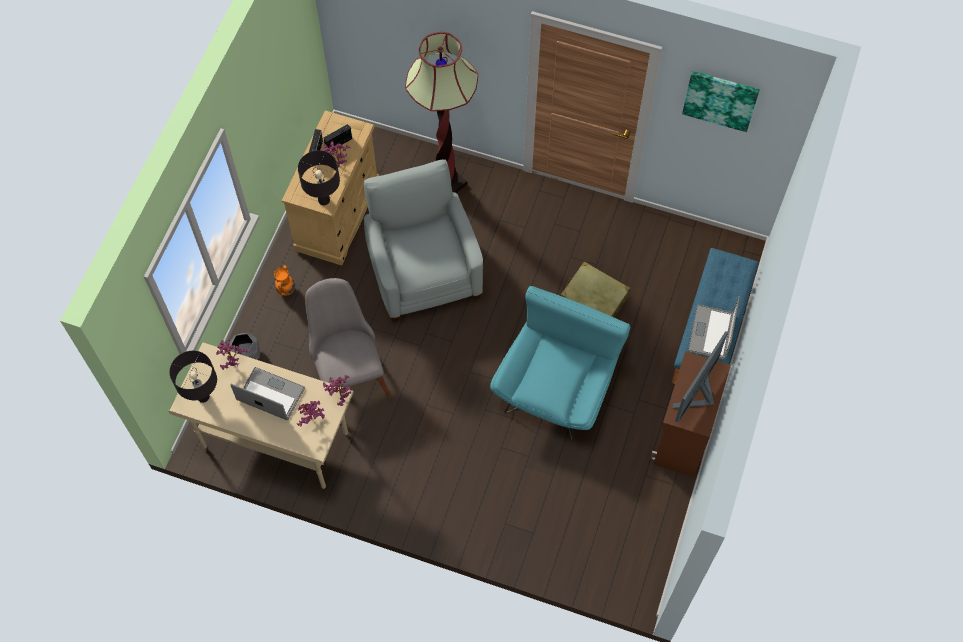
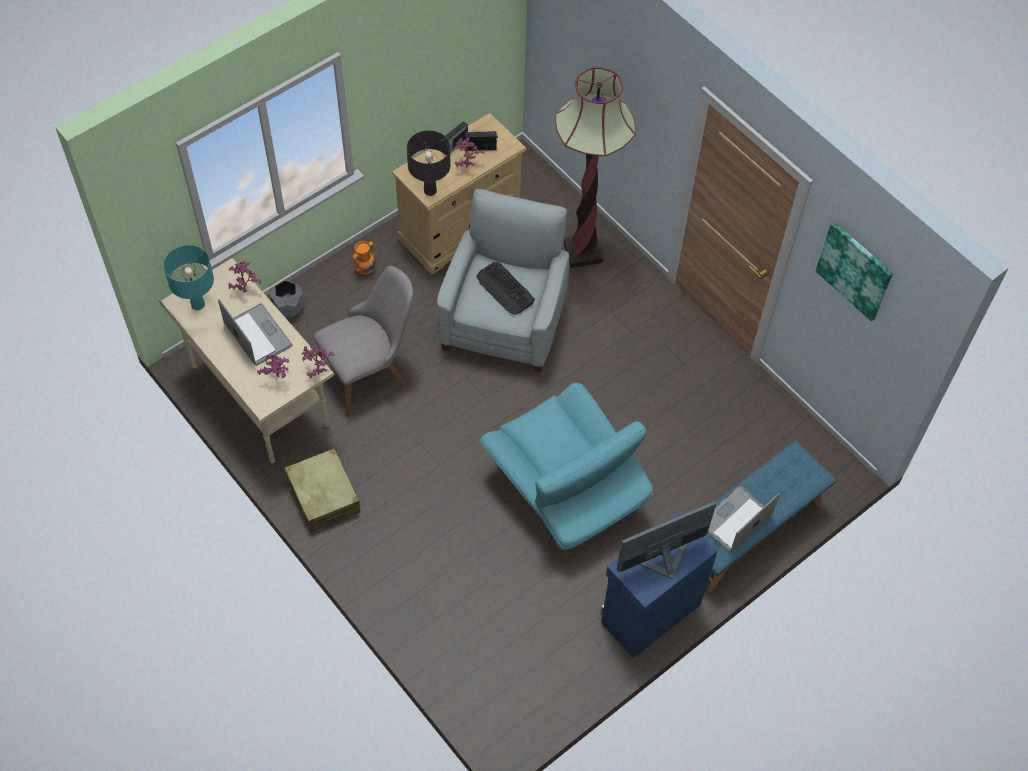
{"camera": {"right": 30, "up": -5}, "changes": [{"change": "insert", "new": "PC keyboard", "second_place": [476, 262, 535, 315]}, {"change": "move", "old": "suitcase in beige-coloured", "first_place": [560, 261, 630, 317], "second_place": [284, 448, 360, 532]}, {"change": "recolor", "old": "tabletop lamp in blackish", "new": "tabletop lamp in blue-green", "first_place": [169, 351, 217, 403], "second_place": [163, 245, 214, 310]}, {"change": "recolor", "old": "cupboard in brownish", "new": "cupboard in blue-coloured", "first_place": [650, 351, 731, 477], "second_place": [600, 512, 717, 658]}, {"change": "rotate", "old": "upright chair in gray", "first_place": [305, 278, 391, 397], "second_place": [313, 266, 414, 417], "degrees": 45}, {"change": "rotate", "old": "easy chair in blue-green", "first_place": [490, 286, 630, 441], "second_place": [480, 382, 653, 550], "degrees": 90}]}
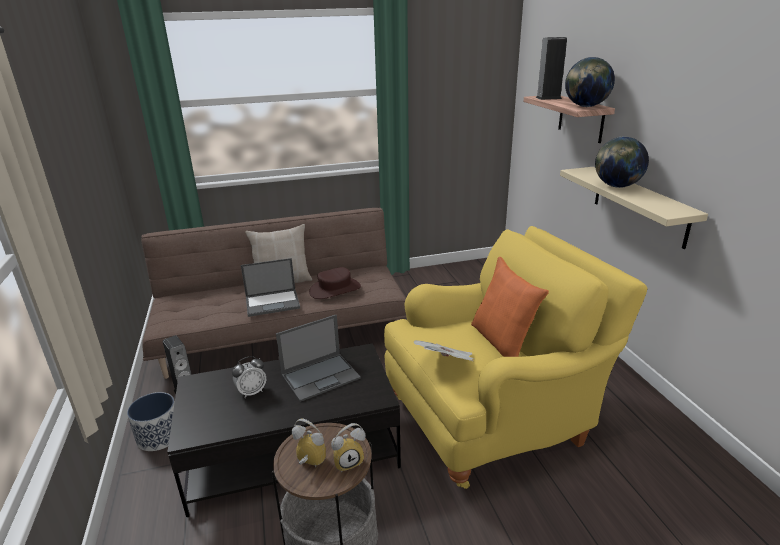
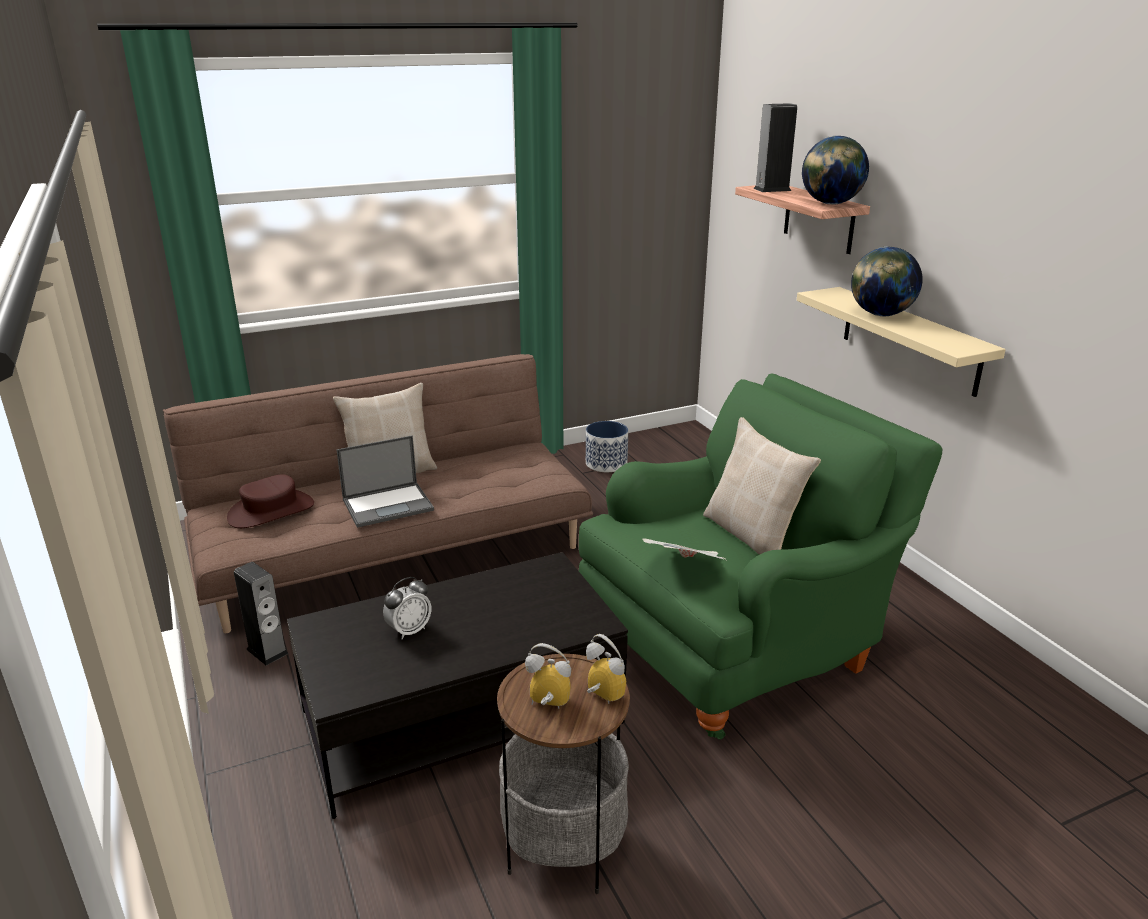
{"camera": {"right": -10, "up": 0}, "changes": [{"change": "delete", "old": "laptop", "first_place": [276, 315, 361, 402]}, {"change": "move", "old": "flower pot", "first_place": [127, 392, 175, 451], "second_place": [586, 421, 628, 472]}, {"change": "move", "old": "hat in brownish", "first_place": [309, 267, 361, 299], "second_place": [227, 475, 314, 528]}, {"change": "recolor", "old": "easy chair in yellow", "new": "easy chair in green-coloured", "first_place": [384, 226, 647, 489], "second_place": [579, 373, 942, 739]}, {"change": "recolor", "old": "throw pillow in orangey", "new": "throw pillow in beige-coloured", "first_place": [471, 257, 549, 357], "second_place": [703, 417, 821, 555]}, {"change": "rotate", "old": "alarm clock", "first_place": [331, 423, 365, 472], "second_place": [586, 634, 626, 704], "degrees": -105}]}
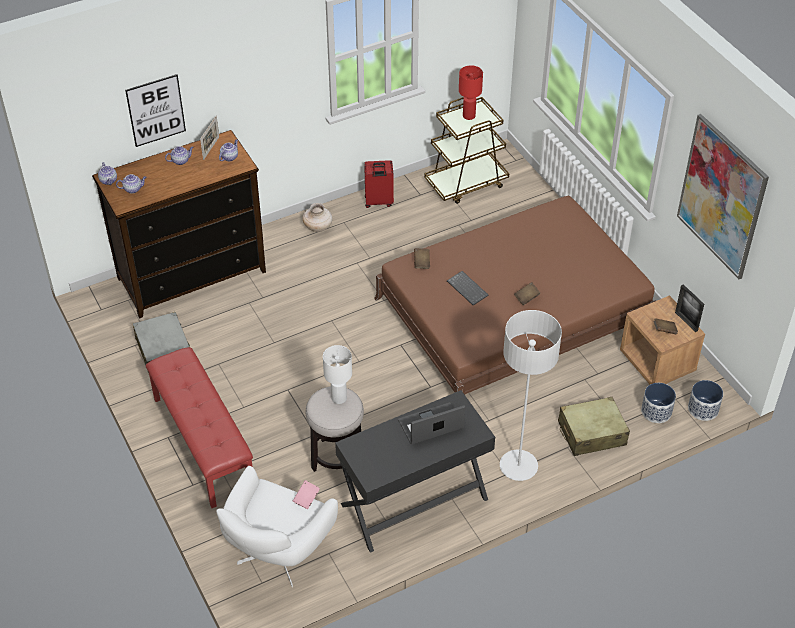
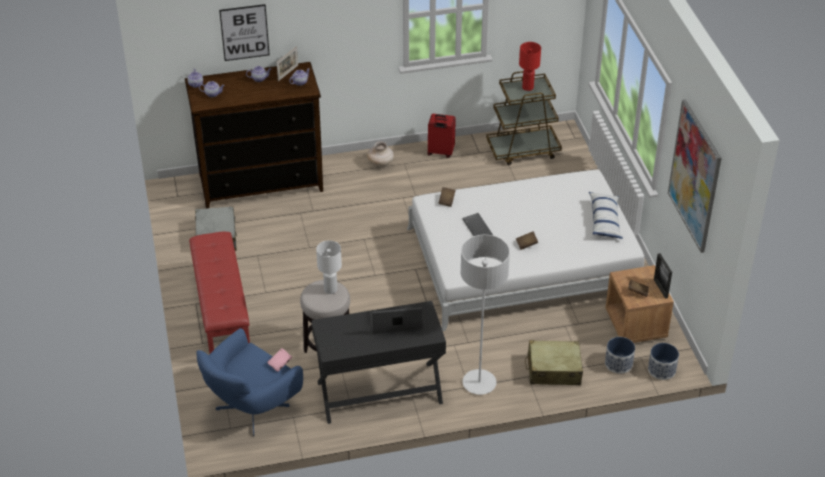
{"camera": {"right": 15, "up": -5}, "changes": [{"change": "insert", "new": "throw pillow", "second_place": [589, 192, 623, 239]}, {"change": "recolor", "old": "easy chair in white-coloured", "new": "easy chair in blue-coloured", "first_place": [216, 466, 338, 587], "second_place": [196, 328, 303, 436]}, {"change": "recolor", "old": "sleeping bed in brownish", "new": "sleeping bed in white-coloured", "first_place": [374, 196, 656, 395], "second_place": [407, 170, 645, 331]}]}
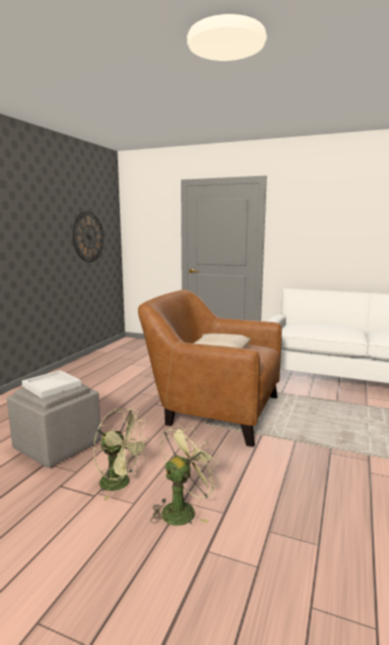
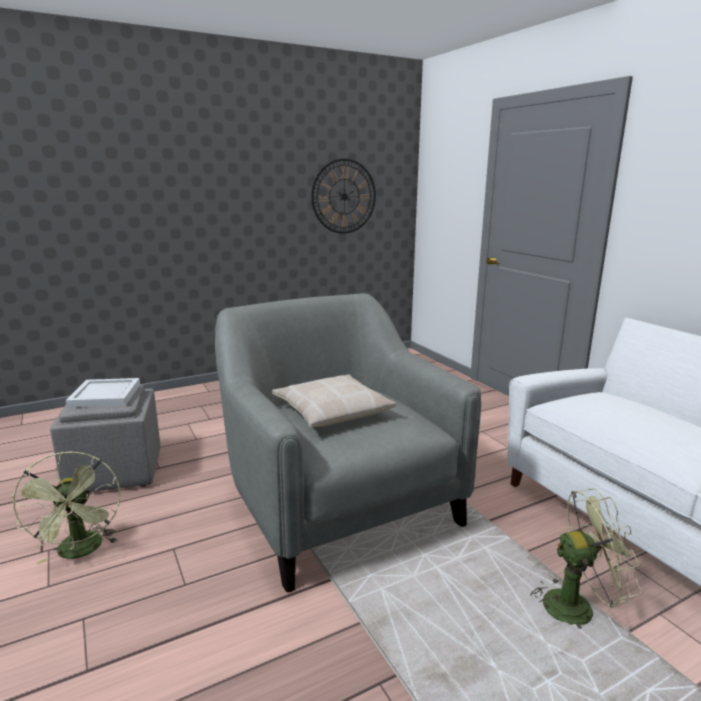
{"camera": {"right": 40, "up": 5}, "changes": [{"change": "move", "old": "electric fan in green-coloured", "first_place": [151, 425, 222, 526], "second_place": [531, 488, 642, 629]}, {"change": "recolor", "old": "easy chair in brownish", "new": "easy chair in gray", "first_place": [138, 290, 282, 447], "second_place": [215, 293, 481, 593]}]}
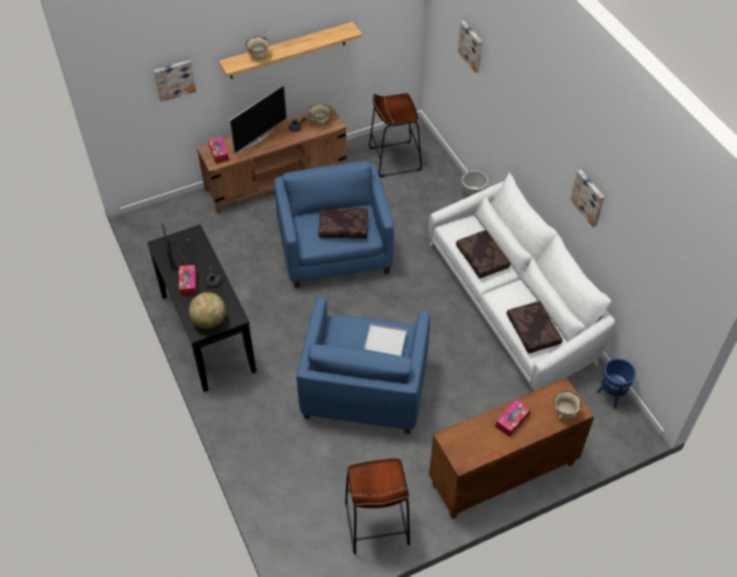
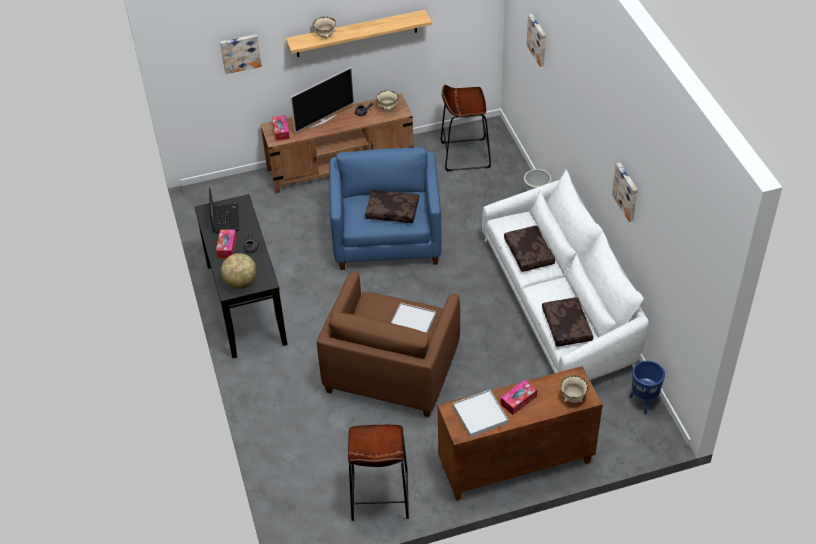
{"camera": {"right": 10, "up": -5}, "changes": [{"change": "insert", "new": "carrying tray in white-coloured", "second_place": [453, 390, 508, 438]}, {"change": "recolor", "old": "easy chair in blue-coloured", "new": "easy chair in brownish", "first_place": [297, 297, 430, 434], "second_place": [317, 272, 460, 417]}]}
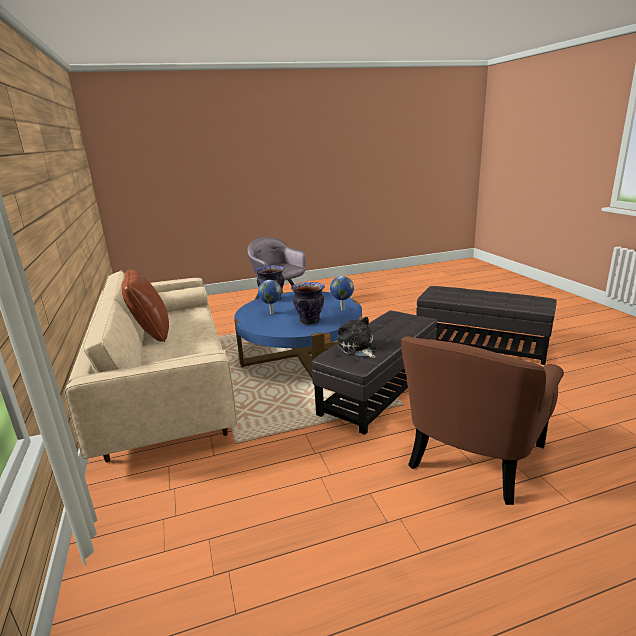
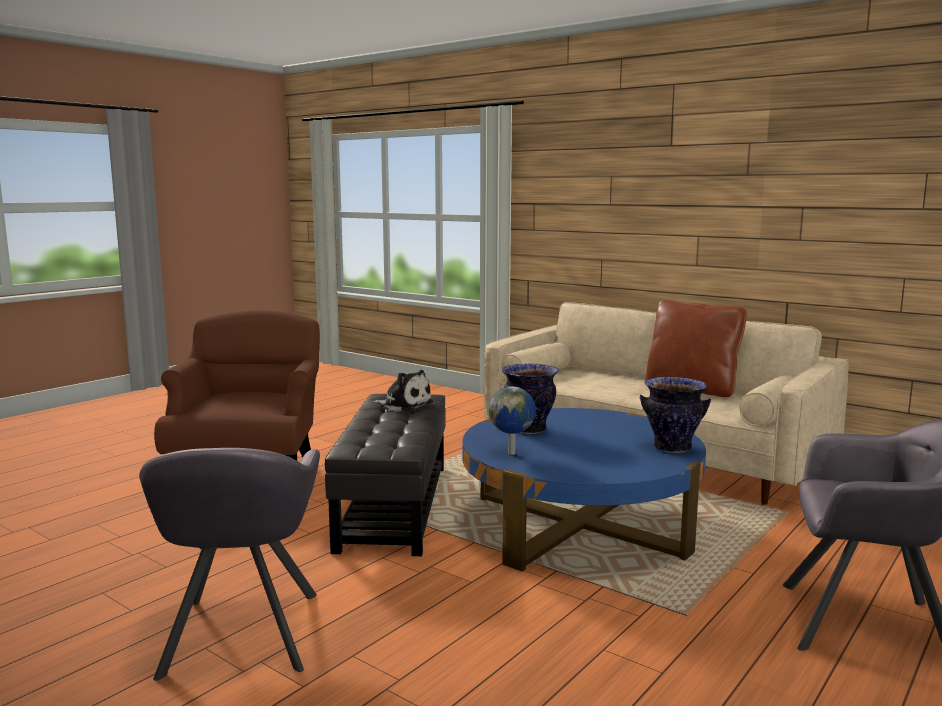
{"camera": {"right": 145, "up": -10}, "changes": [{"change": "delete", "old": "desk globe", "first_place": [258, 280, 282, 314]}, {"change": "replace", "old": "pouffe in blackish", "new": "easy chair in gray", "first_place": [416, 286, 557, 365], "second_place": [139, 448, 320, 681]}]}
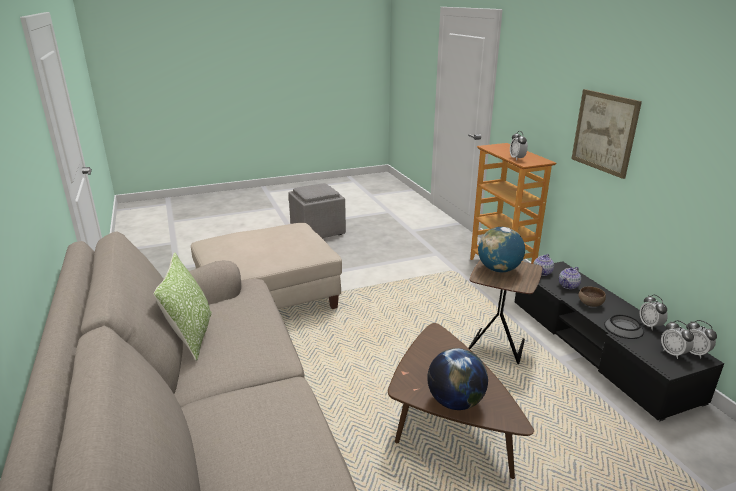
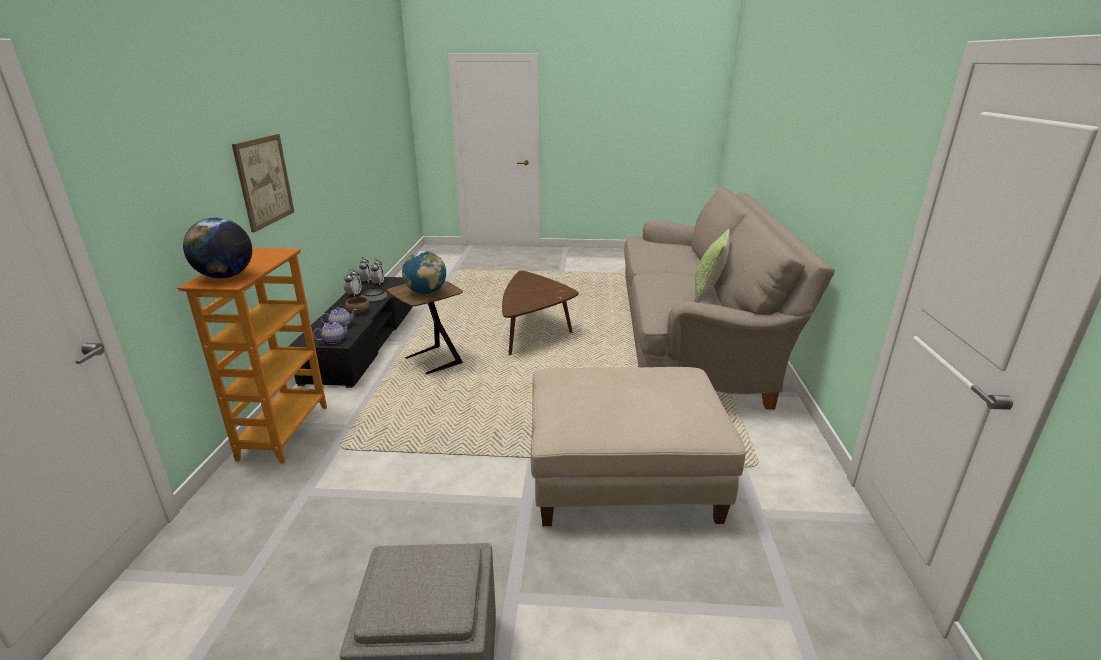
{"camera": {"right": -155, "up": 0}, "changes": [{"change": "delete", "old": "alarm clock", "first_place": [510, 131, 528, 161]}, {"change": "move", "old": "desk globe", "first_place": [427, 348, 488, 410], "second_place": [183, 218, 252, 278]}]}
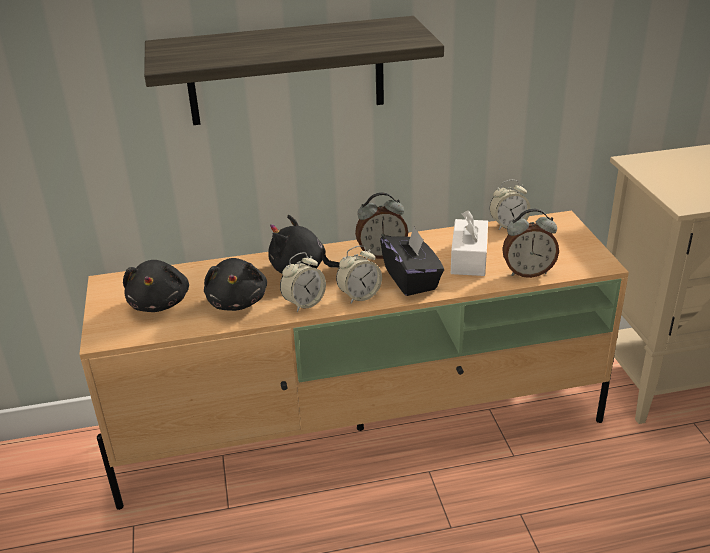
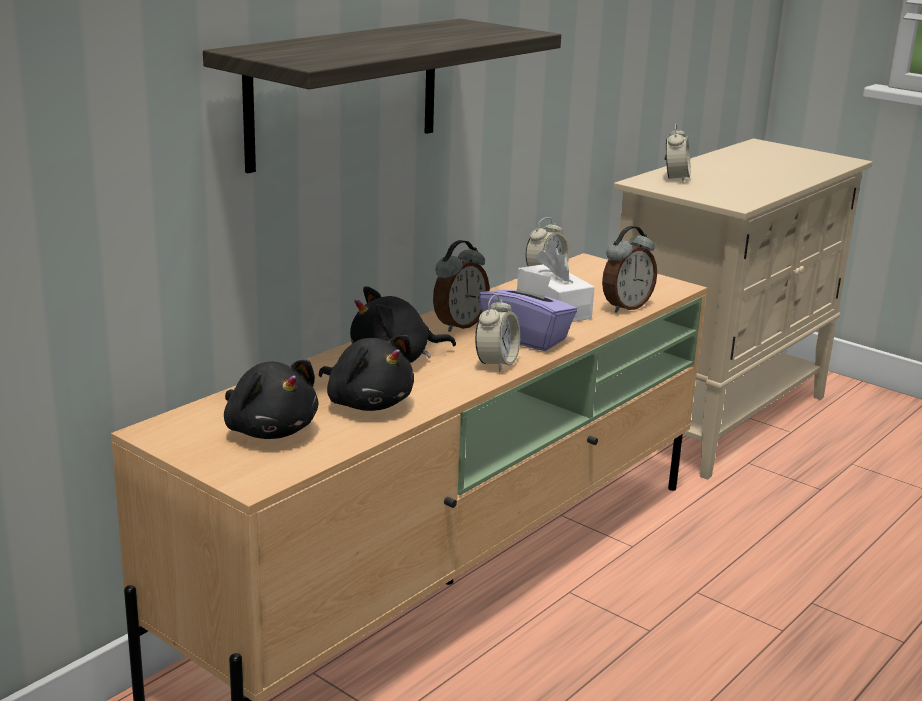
{"camera": {"right": -40, "up": -10}, "changes": [{"change": "move", "old": "alarm clock", "first_place": [280, 252, 326, 312], "second_place": [665, 124, 690, 183]}, {"change": "recolor", "old": "tissue box in blackish", "new": "tissue box in purple-coloured", "first_place": [380, 226, 444, 296], "second_place": [479, 269, 577, 351]}]}
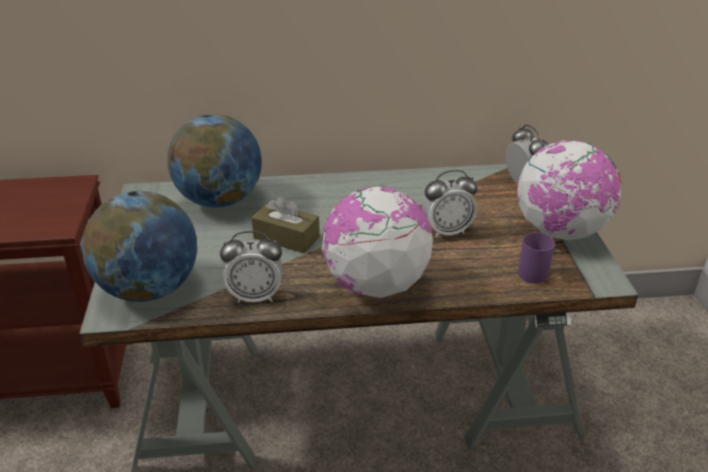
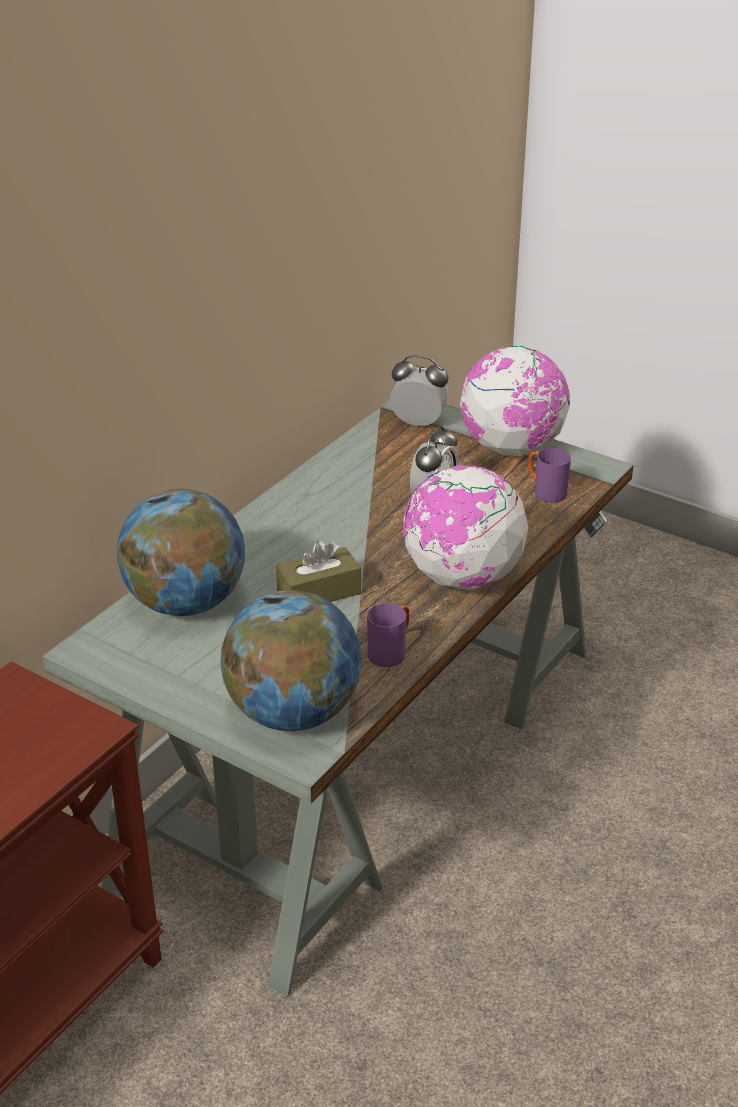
{"camera": {"right": -50, "up": 0}, "changes": [{"change": "replace", "old": "alarm clock", "new": "coffee mug in purple-coloured", "first_place": [220, 231, 282, 303], "second_place": [367, 603, 409, 667]}]}
